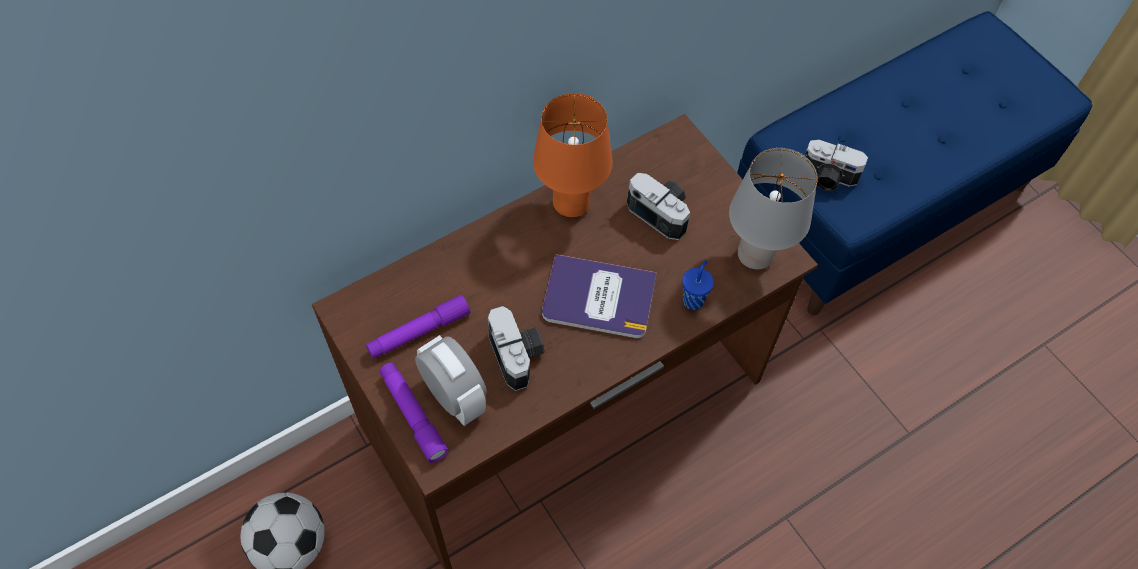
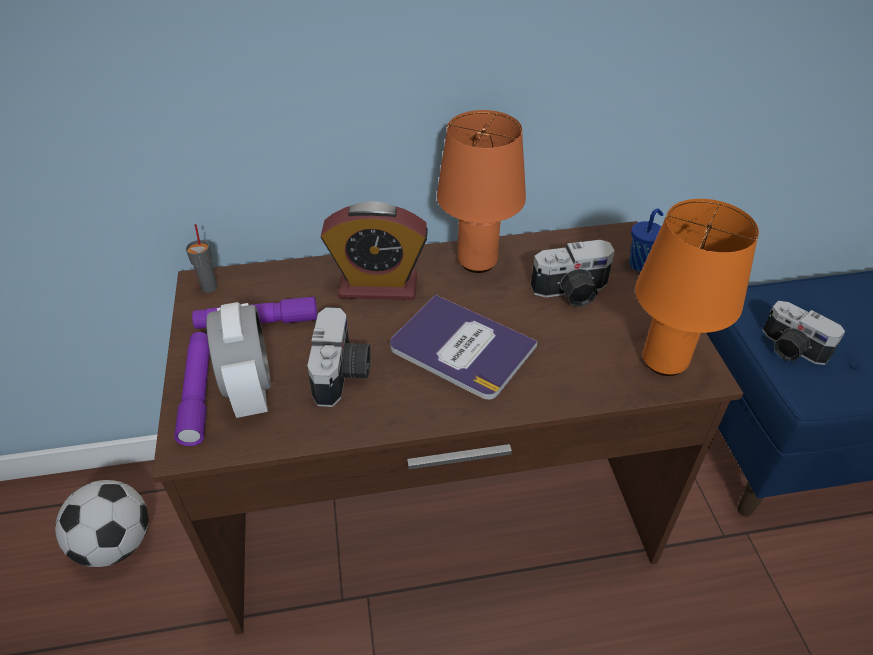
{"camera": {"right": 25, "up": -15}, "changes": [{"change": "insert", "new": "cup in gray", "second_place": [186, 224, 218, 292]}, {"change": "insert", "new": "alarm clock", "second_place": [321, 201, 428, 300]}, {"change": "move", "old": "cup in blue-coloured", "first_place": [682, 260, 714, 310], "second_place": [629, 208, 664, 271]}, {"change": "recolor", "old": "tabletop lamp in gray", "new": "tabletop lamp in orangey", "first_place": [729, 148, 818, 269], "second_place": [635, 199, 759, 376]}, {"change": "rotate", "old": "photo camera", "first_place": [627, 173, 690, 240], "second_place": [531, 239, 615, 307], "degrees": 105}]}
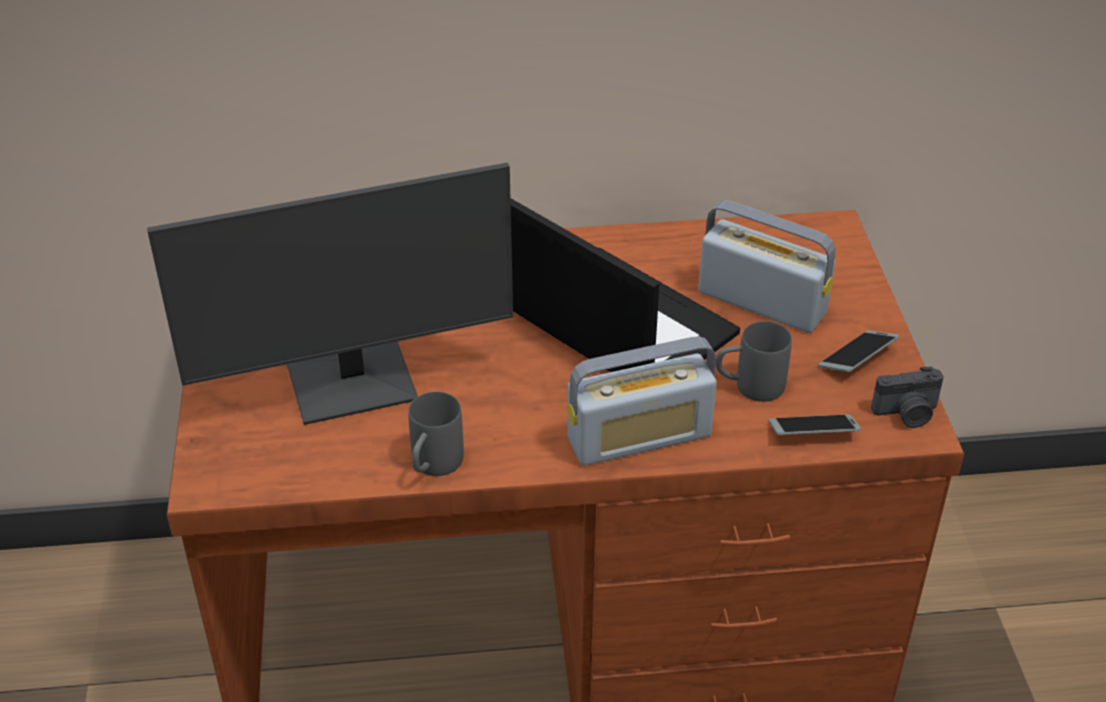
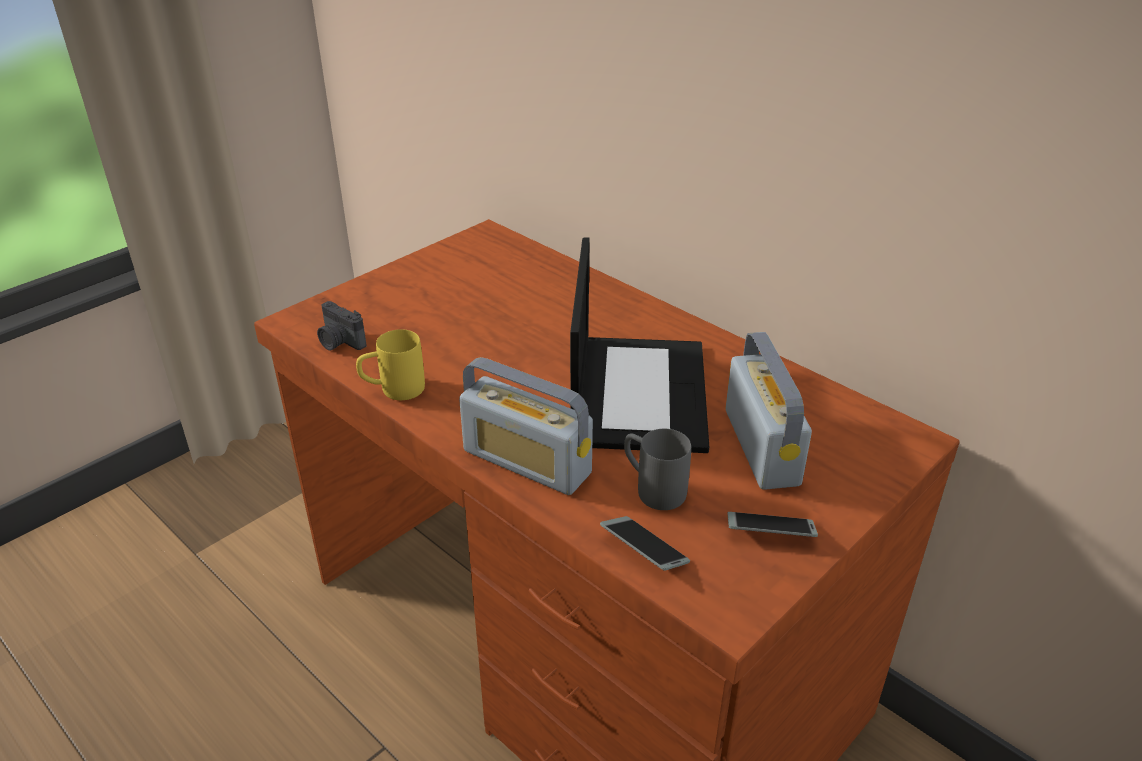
{"camera": {"right": 50, "up": -5}, "changes": [{"change": "delete", "old": "computer screen", "first_place": [147, 163, 513, 425]}, {"change": "move", "old": "photo camera", "first_place": [871, 367, 944, 428], "second_place": [317, 301, 366, 351]}, {"change": "recolor", "old": "coffee mug in gray", "new": "coffee mug in yellow", "first_place": [408, 392, 464, 476], "second_place": [356, 329, 425, 400]}]}
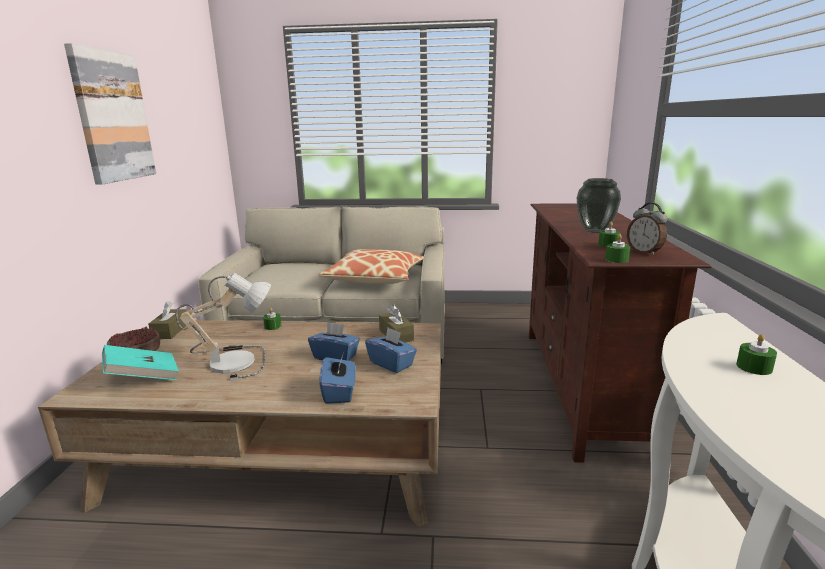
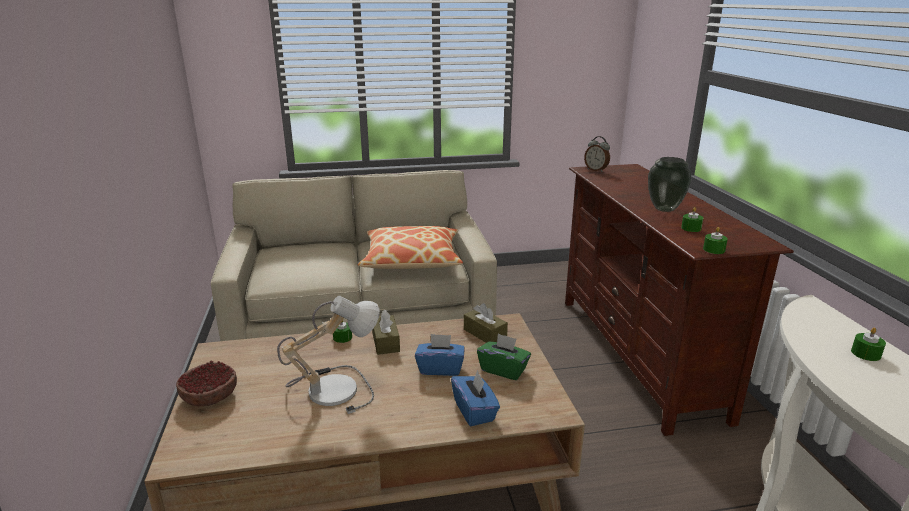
{"camera": {"right": -15, "up": 5}, "changes": [{"change": "delete", "old": "picture", "first_place": [64, 43, 156, 185]}, {"change": "delete", "old": "volume in blue-green", "first_place": [102, 345, 179, 380]}, {"change": "move", "old": "tissue box in brownish", "first_place": [148, 301, 186, 339], "second_place": [372, 310, 400, 355]}, {"change": "move", "old": "alarm clock", "first_place": [627, 203, 667, 256], "second_place": [584, 136, 610, 172]}, {"change": "recolor", "old": "tissue box in blue-coloured", "new": "tissue box in green-coloured", "first_place": [365, 327, 417, 373], "second_place": [477, 333, 531, 380]}]}
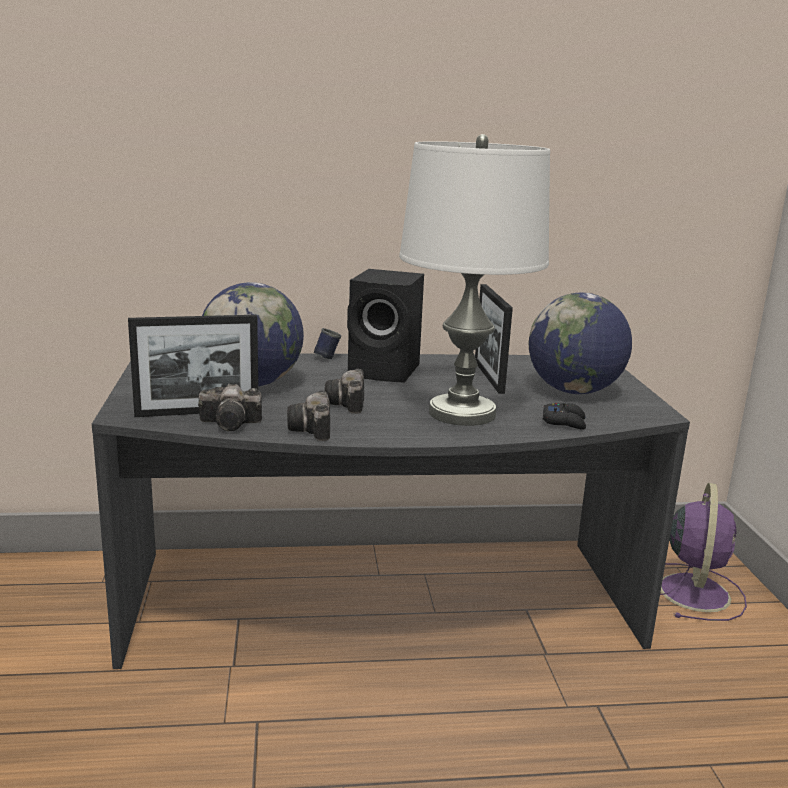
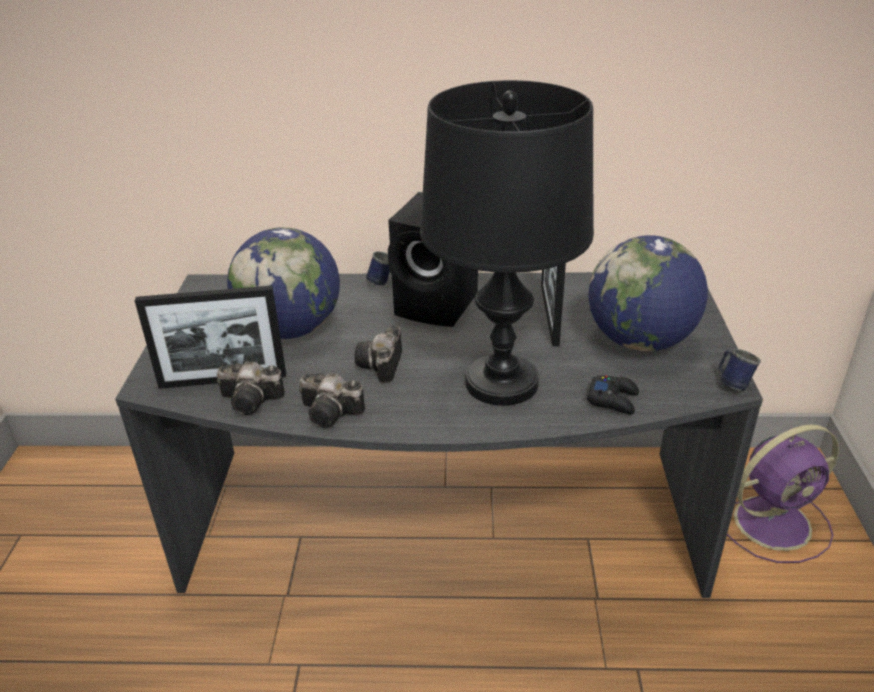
{"camera": {"right": 10, "up": 15}, "changes": [{"change": "insert", "new": "coffee mug in blue-coloured", "second_place": [719, 349, 761, 391]}, {"change": "recolor", "old": "tabletop lamp in white-coloured", "new": "tabletop lamp in blackish", "first_place": [399, 134, 550, 426], "second_place": [420, 80, 594, 406]}, {"change": "rotate", "old": "photo camera", "first_place": [287, 391, 330, 441], "second_place": [299, 373, 365, 428], "degrees": -75}, {"change": "rotate", "old": "electric fan in purple-coloured", "first_place": [660, 483, 747, 621], "second_place": [727, 424, 839, 563], "degrees": 45}]}
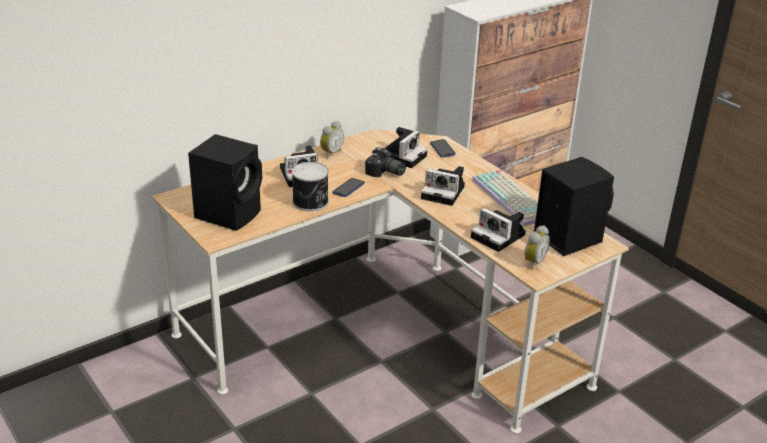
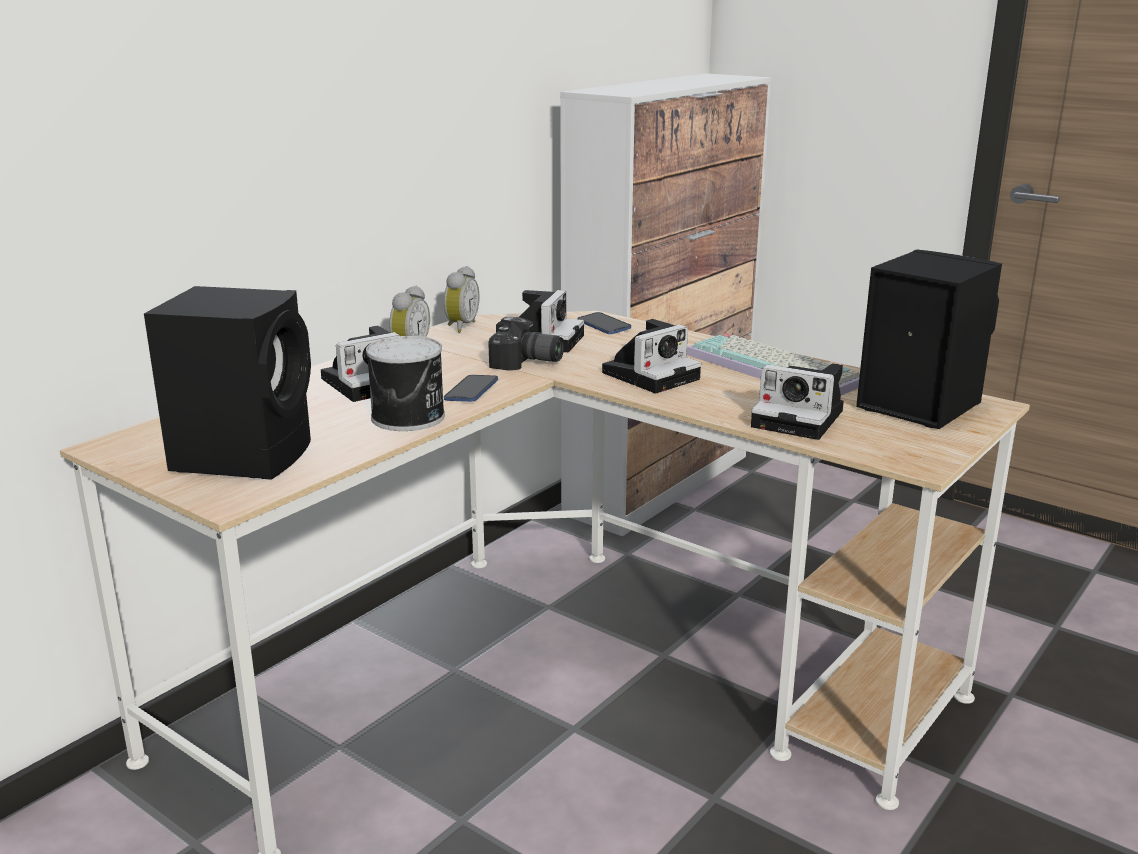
{"camera": {"right": -15, "up": -10}, "changes": [{"change": "move", "old": "alarm clock", "first_place": [524, 225, 550, 270], "second_place": [444, 266, 479, 333]}, {"change": "rotate", "old": "photo camera", "first_place": [421, 166, 465, 206], "second_place": [602, 319, 701, 394], "degrees": -45}]}
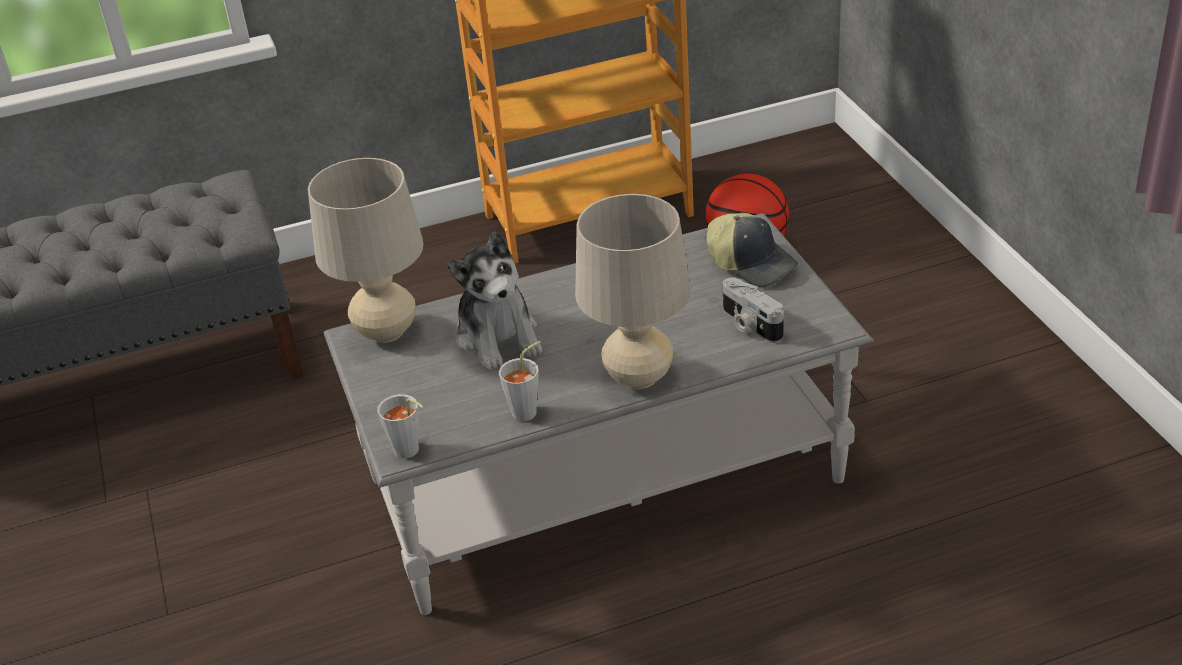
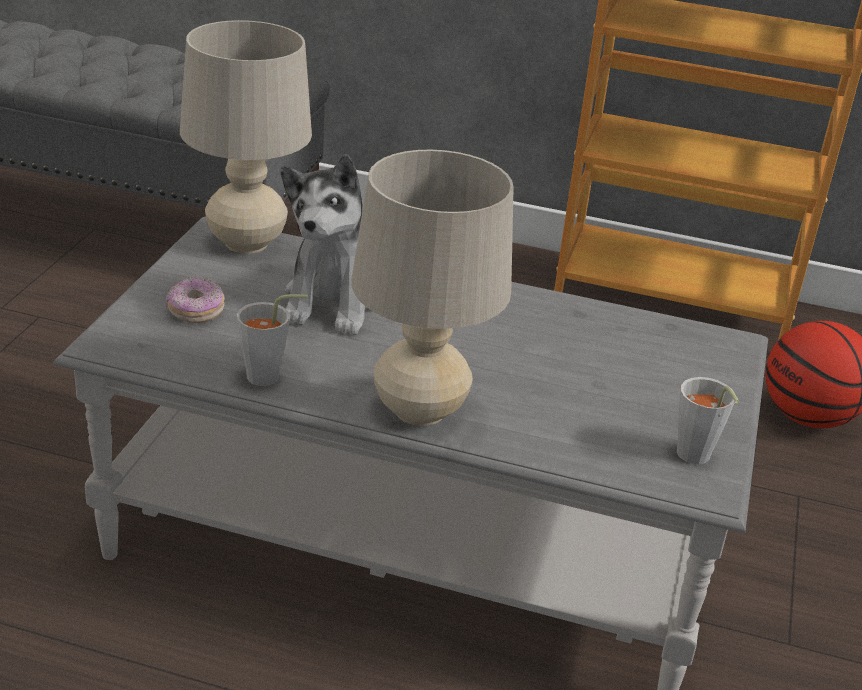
{"camera": {"right": 30, "up": -5}, "changes": [{"change": "delete", "old": "baseball cap", "first_place": [706, 213, 798, 287]}, {"change": "delete", "old": "photo camera", "first_place": [723, 277, 784, 343]}, {"change": "insert", "new": "doughnut", "second_place": [166, 276, 225, 323]}, {"change": "move", "old": "cup in gray", "first_place": [377, 394, 423, 459], "second_place": [677, 377, 739, 464]}]}
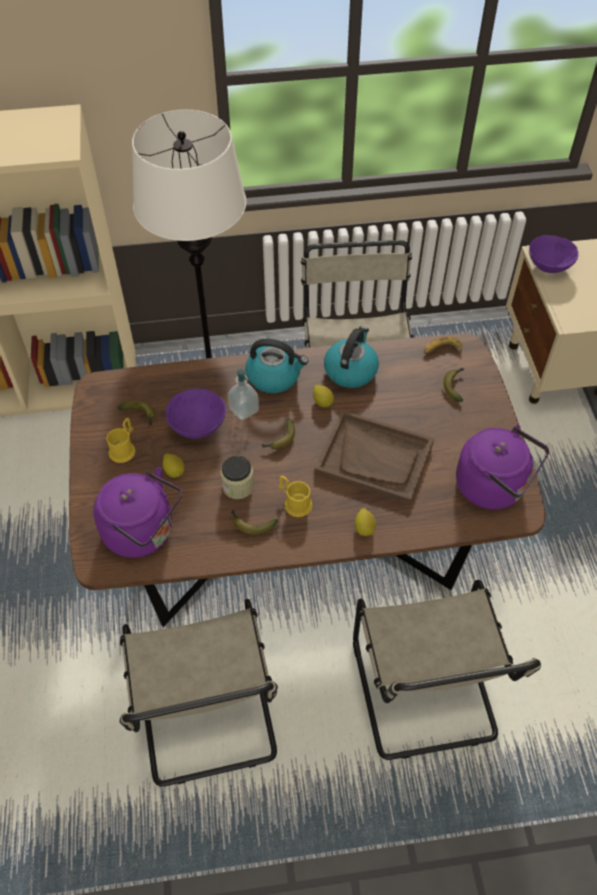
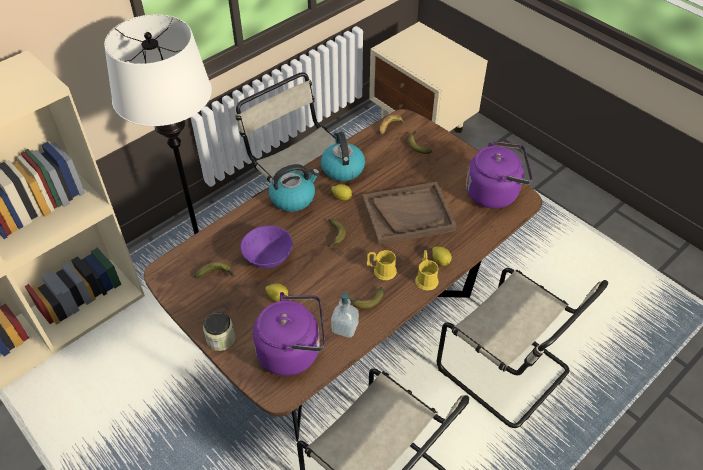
{"camera": {"right": -35, "up": -5}, "changes": [{"change": "delete", "old": "bowl in purple-coloured", "first_place": [529, 235, 578, 273]}, {"change": "move", "old": "coffee mug in yellow", "first_place": [107, 418, 136, 463], "second_place": [415, 250, 439, 291]}, {"change": "move", "old": "preserve jar", "first_place": [220, 455, 254, 499], "second_place": [203, 311, 235, 351]}, {"change": "move", "old": "liquid soap bottle", "first_place": [228, 369, 259, 420], "second_place": [331, 292, 359, 338]}]}
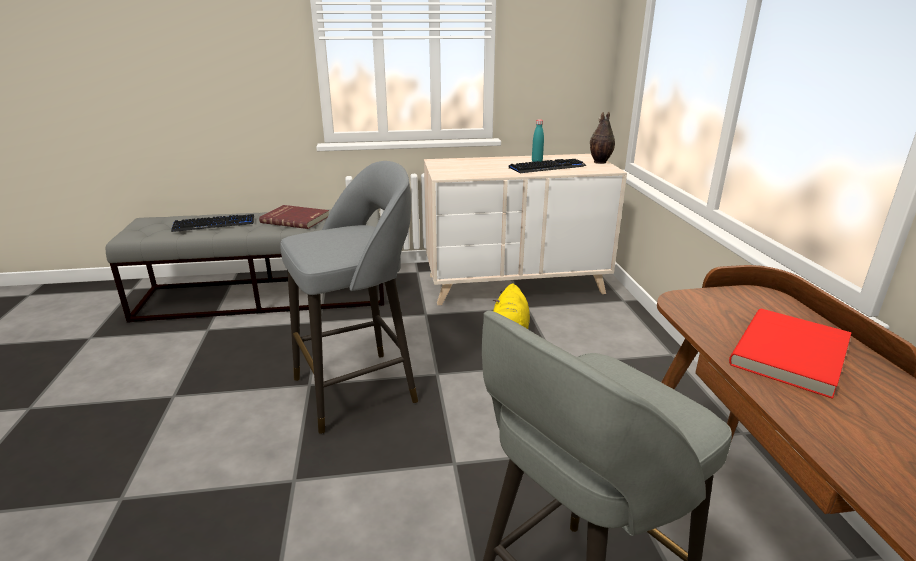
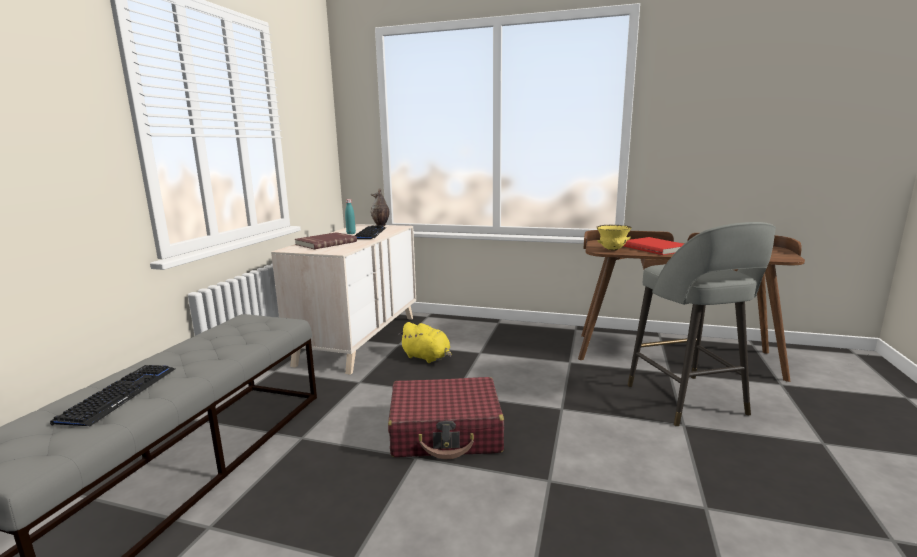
{"camera": {"right": -65, "up": -10}, "changes": [{"change": "insert", "new": "bowl in yellow", "second_place": [596, 225, 632, 251]}, {"change": "move", "old": "volume in reddish", "first_place": [259, 205, 329, 229], "second_place": [295, 232, 357, 249]}, {"change": "replace", "old": "stool seat in gray", "new": "suitcase in reddish", "first_place": [280, 161, 418, 434], "second_place": [388, 377, 504, 459]}]}
